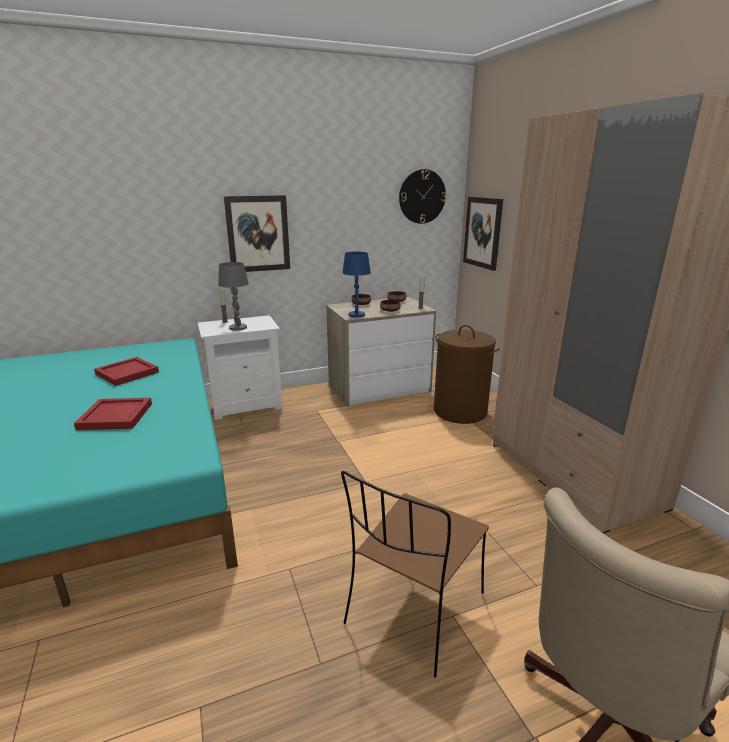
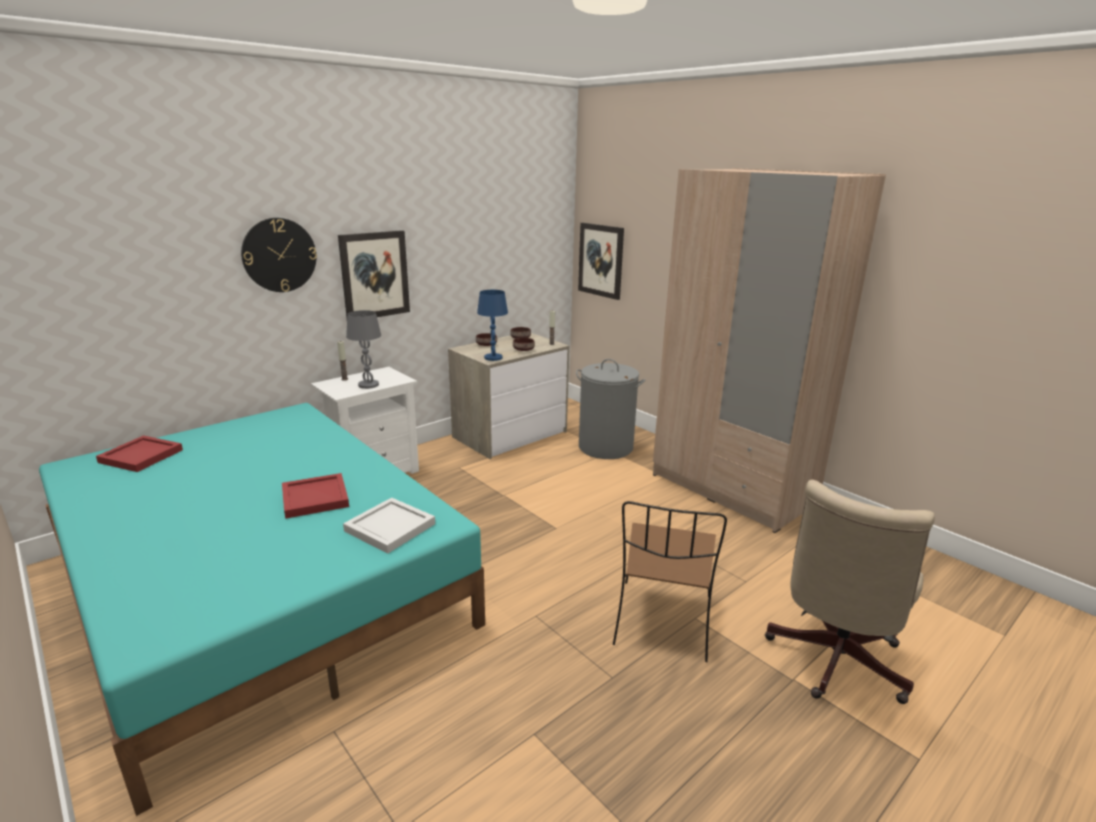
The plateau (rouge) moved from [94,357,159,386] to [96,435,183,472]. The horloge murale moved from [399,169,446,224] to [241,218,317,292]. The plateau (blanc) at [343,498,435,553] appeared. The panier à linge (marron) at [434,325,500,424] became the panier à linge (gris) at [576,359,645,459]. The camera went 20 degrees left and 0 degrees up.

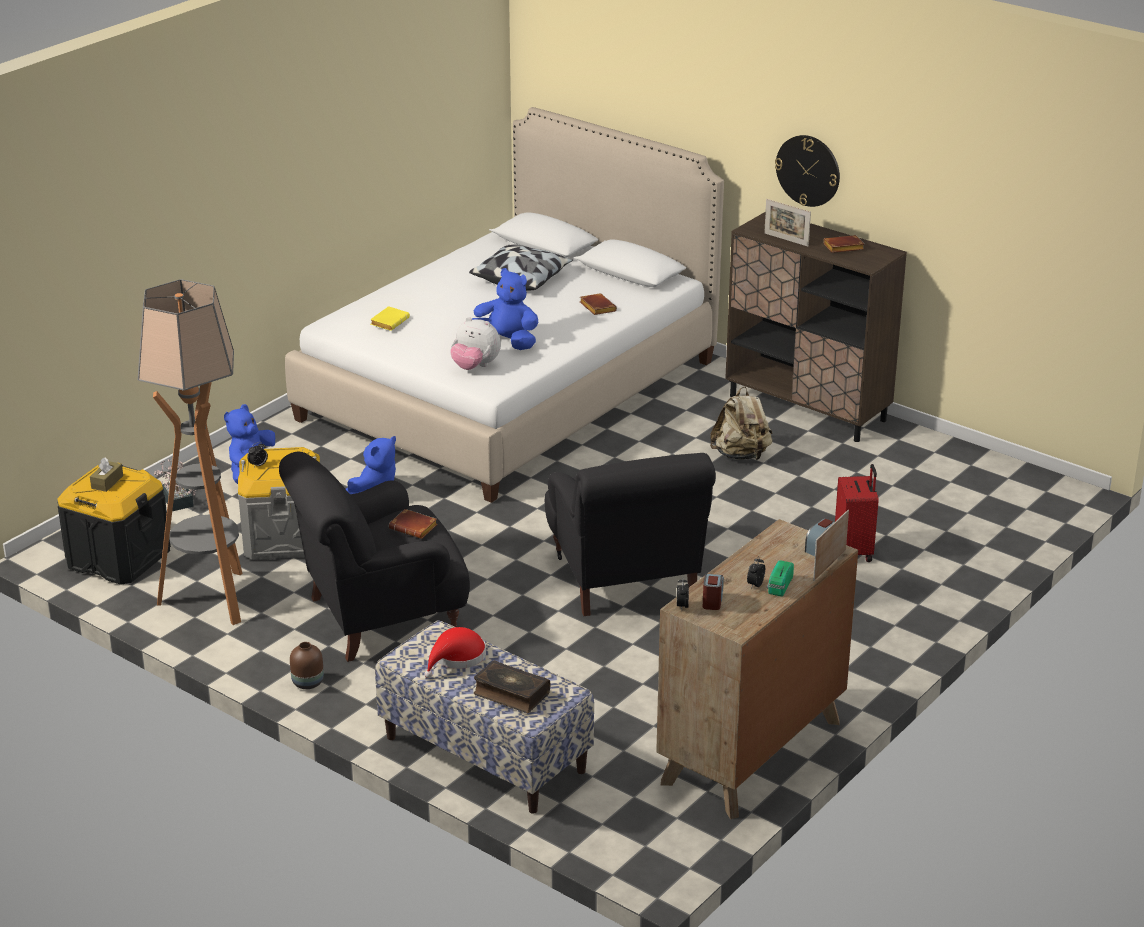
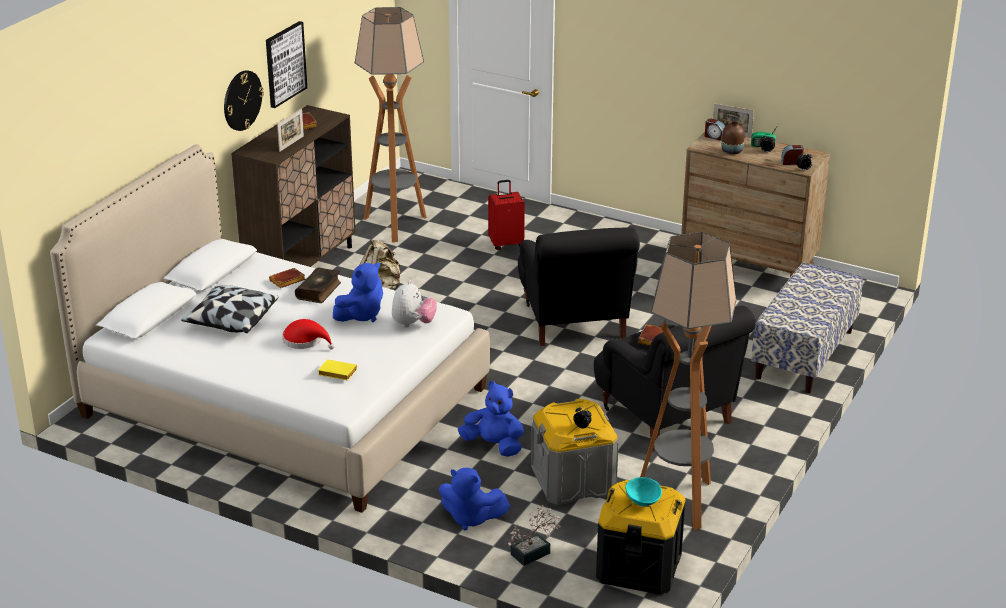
The tableau at [266,21,307,108] appeared. The chapeau (rouge) moved from [424,627,486,678] to [282,319,334,349]. The livre moved from [473,660,551,713] to [295,267,341,303]. The peluche (bleu) at [472,268,538,350] turned 150 degrees counterclockwise. The lampadaire at [355,7,427,242] appeared. The fauteuil (noir) at [545,453,716,616] turned 105 degrees clockwise. The boîte à mouchoirs (marron) at [90,457,123,492] was replaced by the bol (turquoise) at [625,477,662,506]. The vase (marron) moved from [290,642,324,689] to [721,121,745,155]. The camera went 100 degrees left and 0 degrees up.

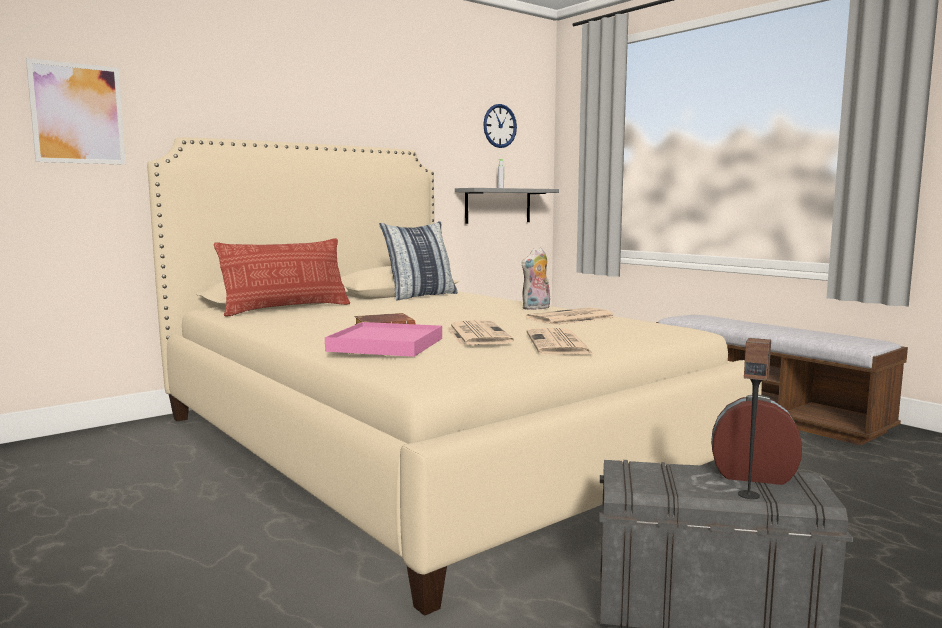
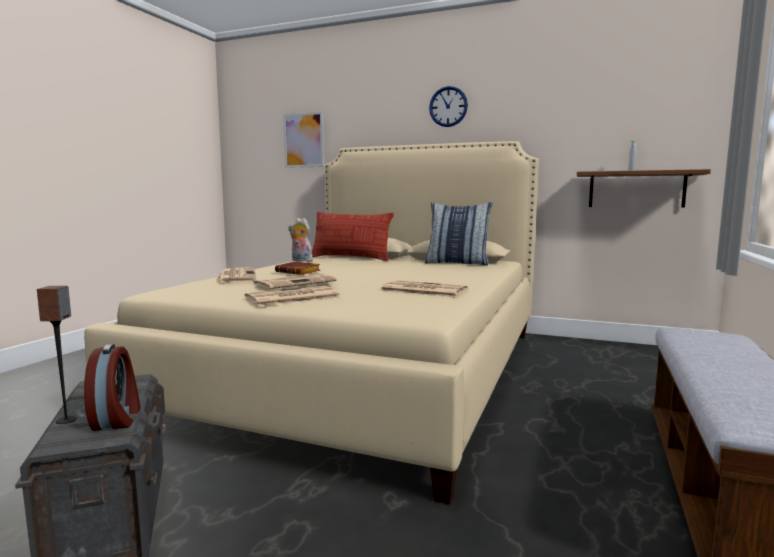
The plateau (rose) at [325,322,442,357] was replaced by the journal at [216,268,256,283]. The peluche moved from [521,247,550,310] to [288,218,313,262]. The horloge murale moved from [483,104,517,148] to [429,86,468,127]. The étagère (gris) at [455,188,559,224] became the étagère (marron) at [577,169,711,208]. The camera went 60 degrees right and 0 degrees up.

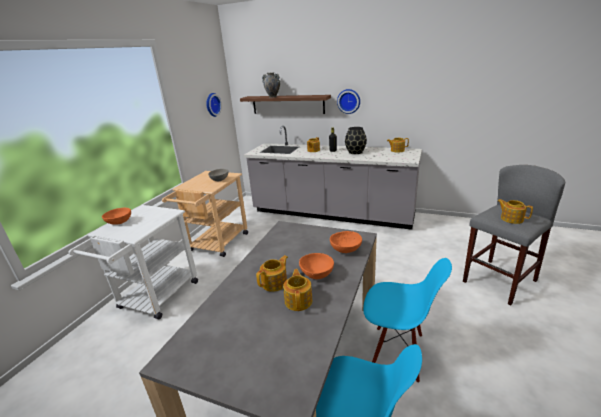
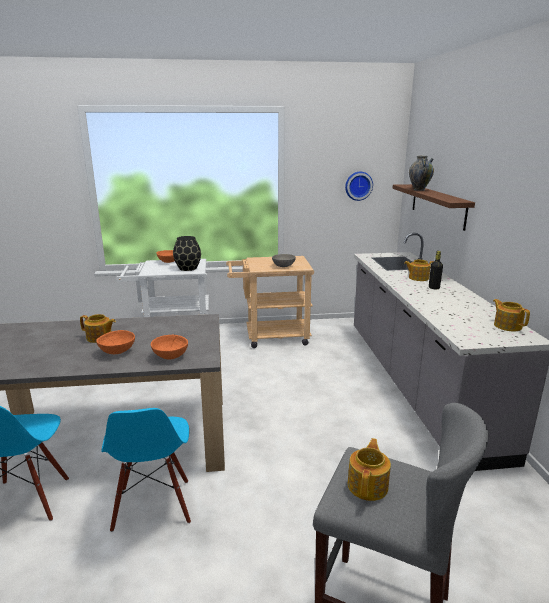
The vase (noir) moved from [345,127,367,154] to [173,236,201,271]. The théière at [283,269,312,311] disappeared. The horloge murale at [337,89,360,114] disappeared. The camera went 60 degrees right and 5 degrees down.

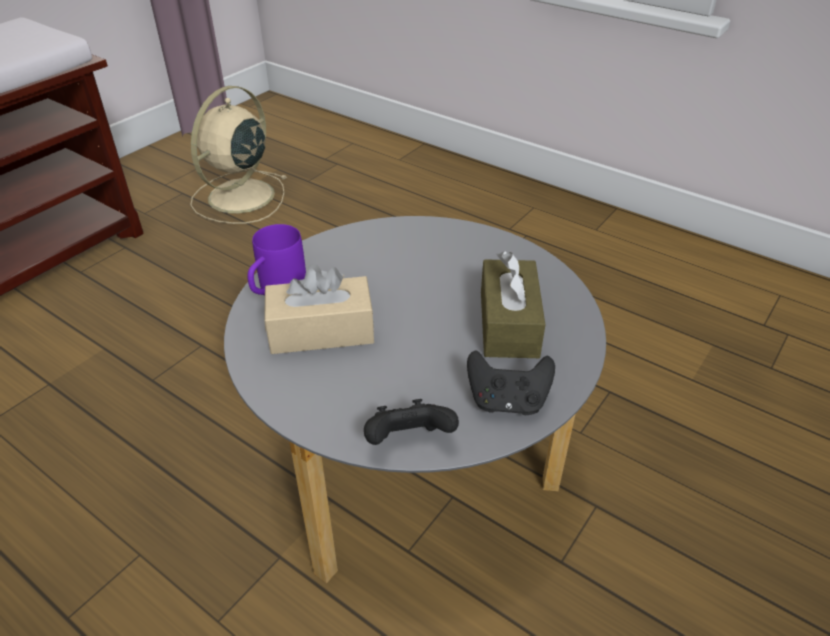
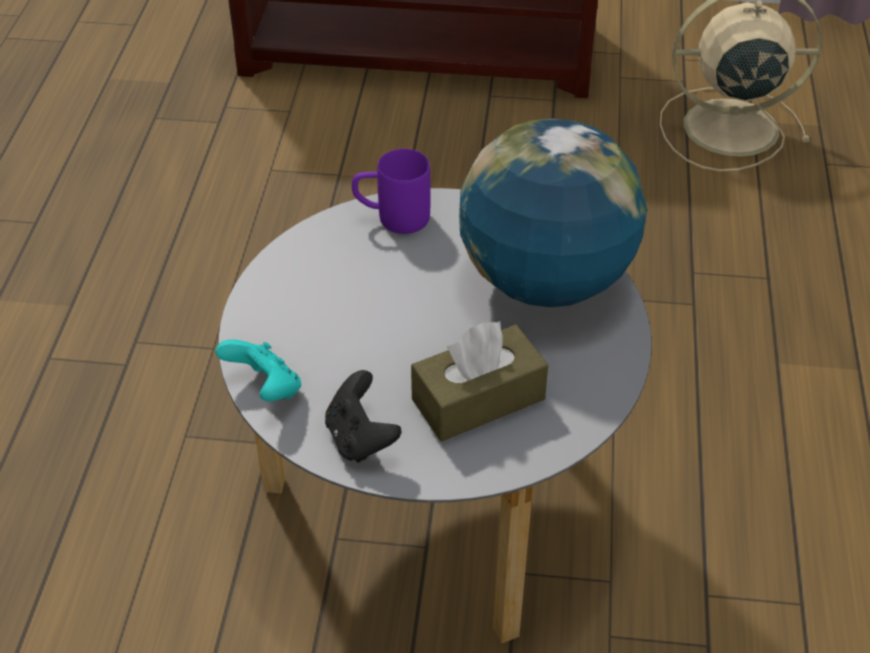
The manette (noir) at [364,399,459,445] became the manette (turquoise) at [215,340,301,401]. The globe at [459,119,647,307] appeared. The boîte à mouchoirs (beige) at [264,264,374,354] disappeared. The camera went 60 degrees right and 5 degrees up.

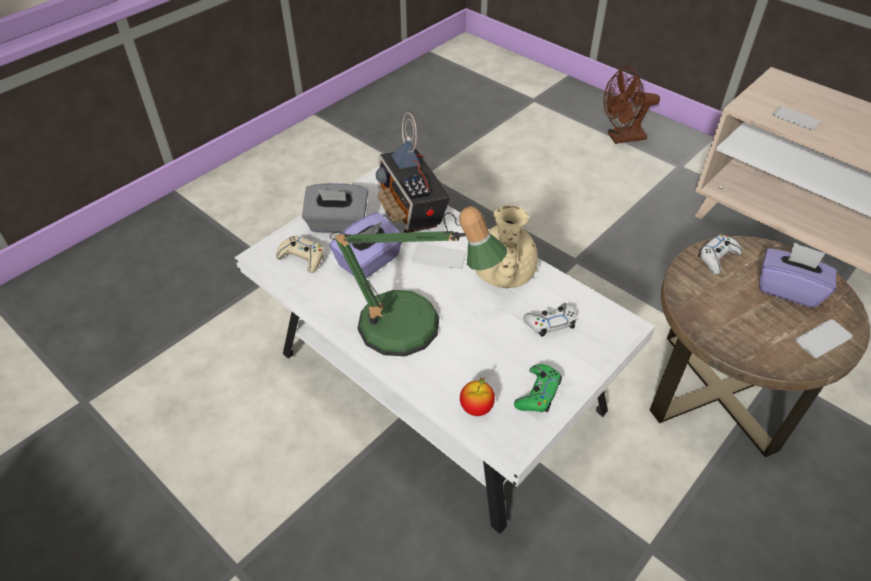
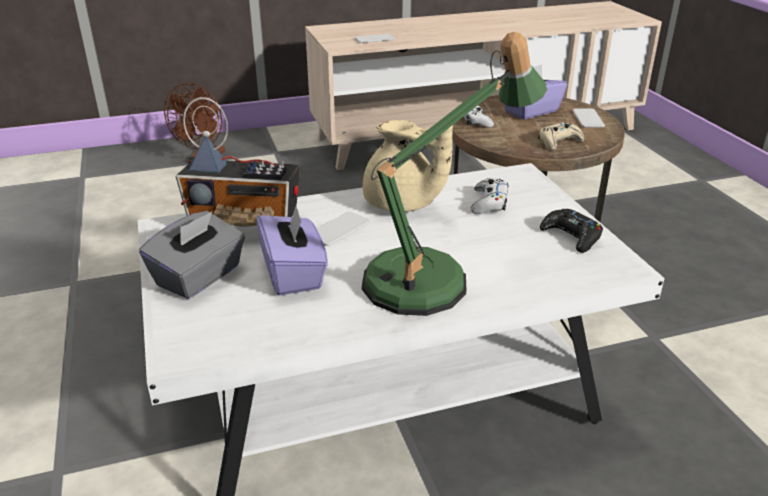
The manette (beige) moved from [276,236,324,273] to [538,122,584,151]. The manette (vert) at [514,364,562,412] became the manette (noir) at [540,209,603,253]. The pomme at [460,378,495,416] disappeared. The camera went 60 degrees left and 15 degrees down.

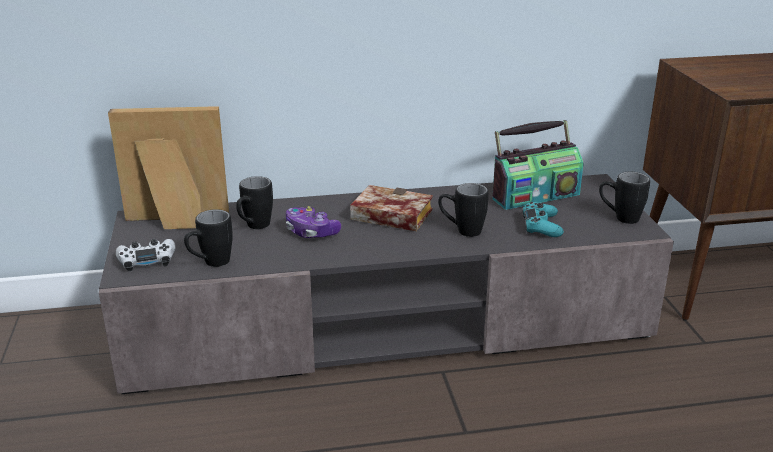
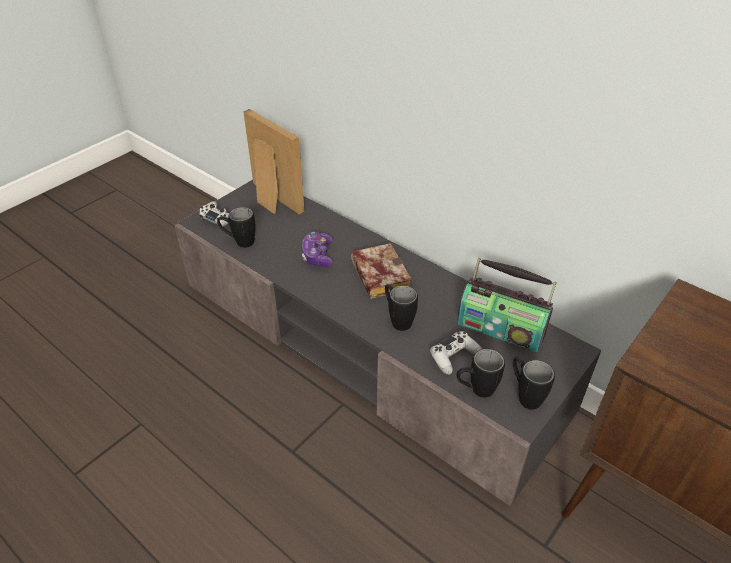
The manette (turquoise) at [522,202,564,237] became the manette (blanc) at [430,331,482,375]. The mug (noir) moved from [236,176,273,229] to [457,349,505,398]. The camera went 50 degrees right and 15 degrees up.

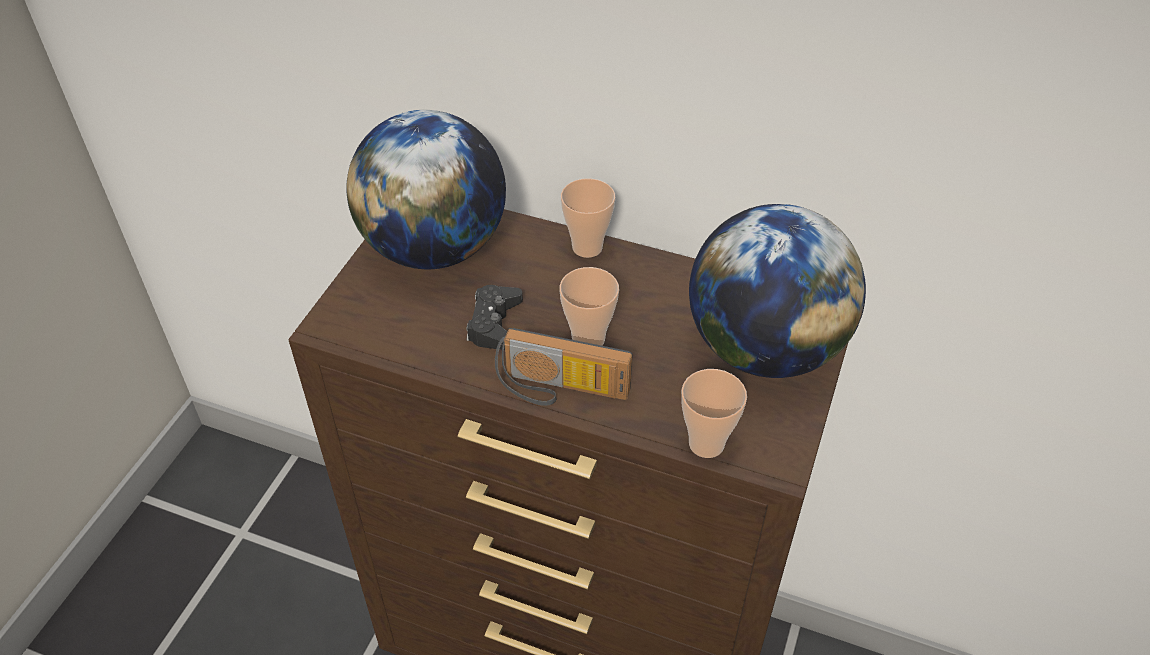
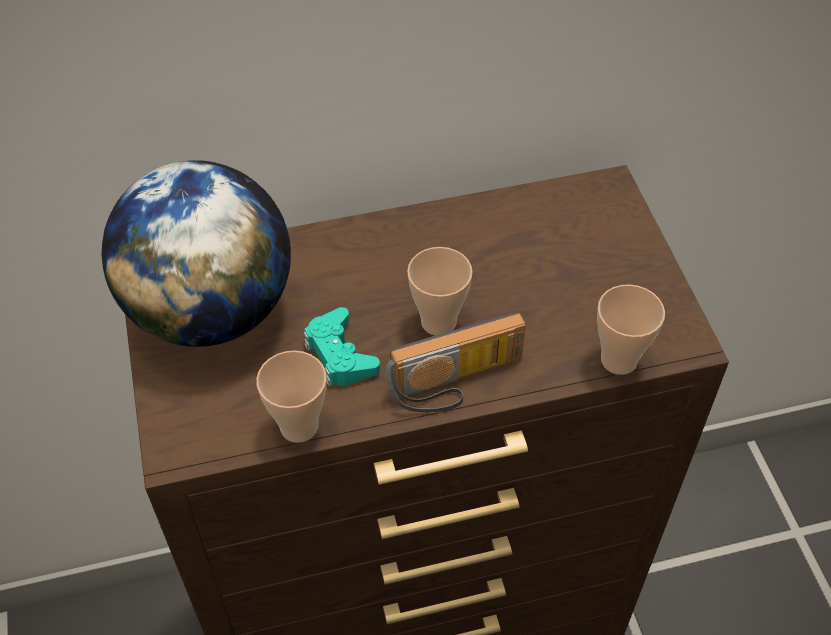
The tasse moved from [561,178,615,258] to [256,350,327,443]. The manette (noir) at [466,285,523,350] became the manette (turquoise) at [304,307,380,386]. The globe at [689,204,866,378] disappeared. The camera went 35 degrees left and 5 degrees up.

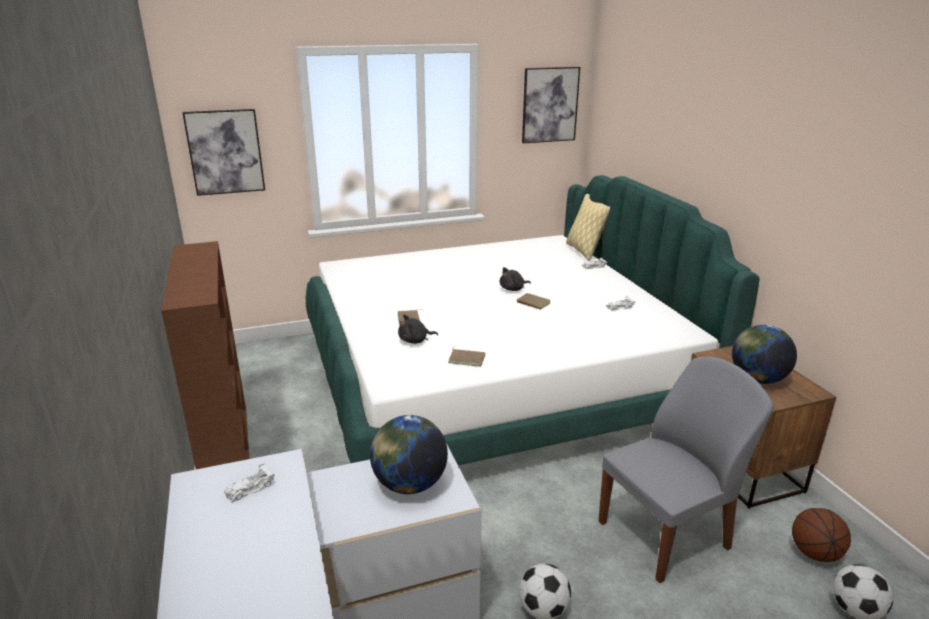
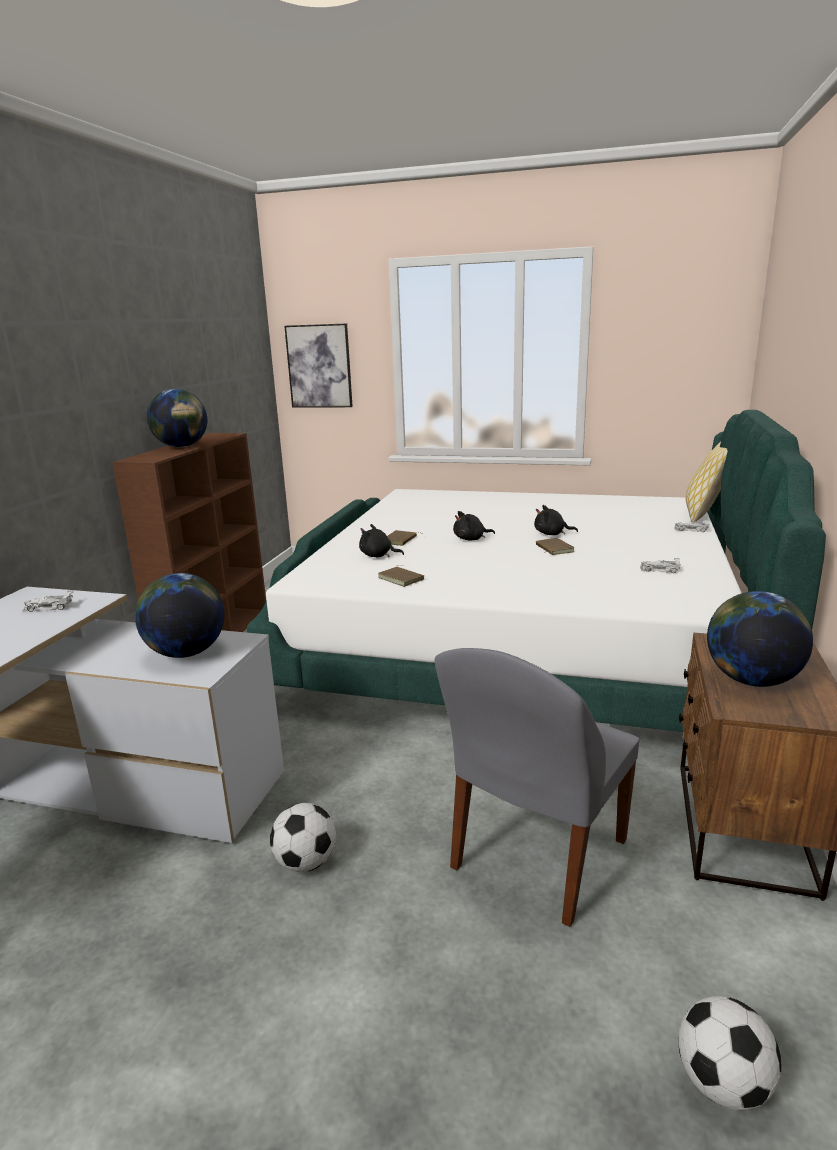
The globe at [147,389,207,447] appeared. The chaise (gris) at [599,357,774,583] turned 120 degrees clockwise. The peluche (noir) at [453,511,495,540] appeared. The tableau at [522,67,580,143] disappeared. The ballon de basket at [792,508,851,562] disappeared. The camera went 35 degrees right and 5 degrees down.

